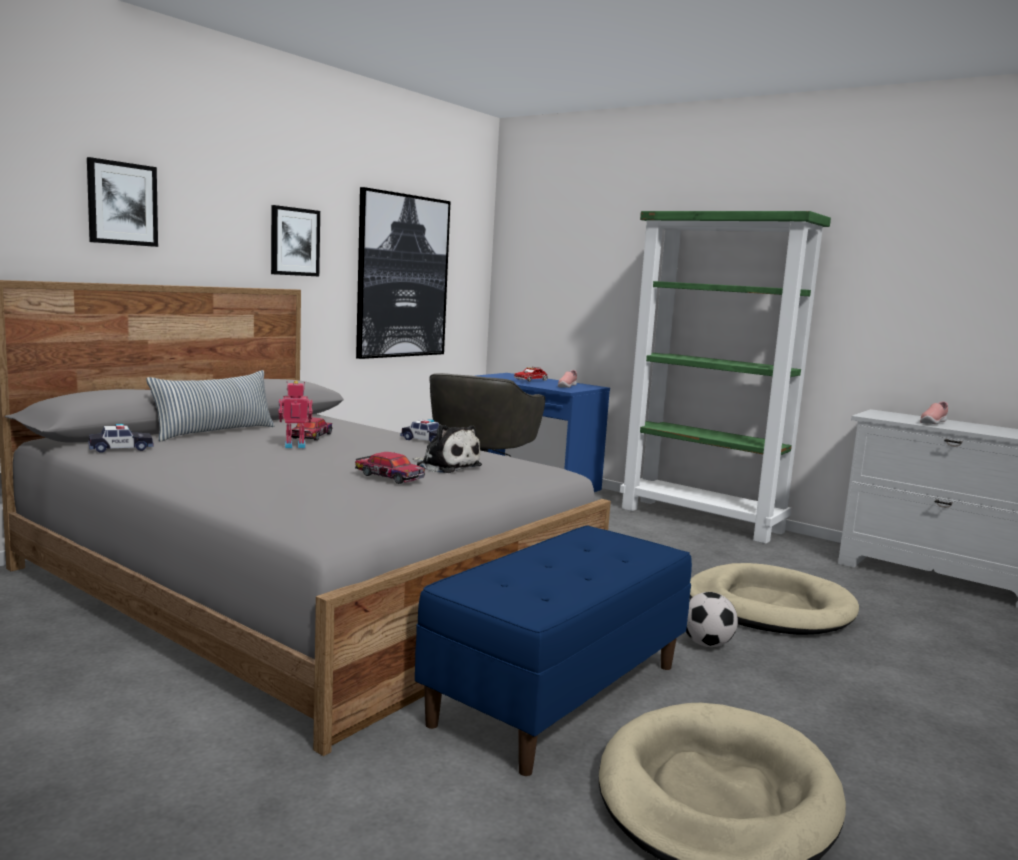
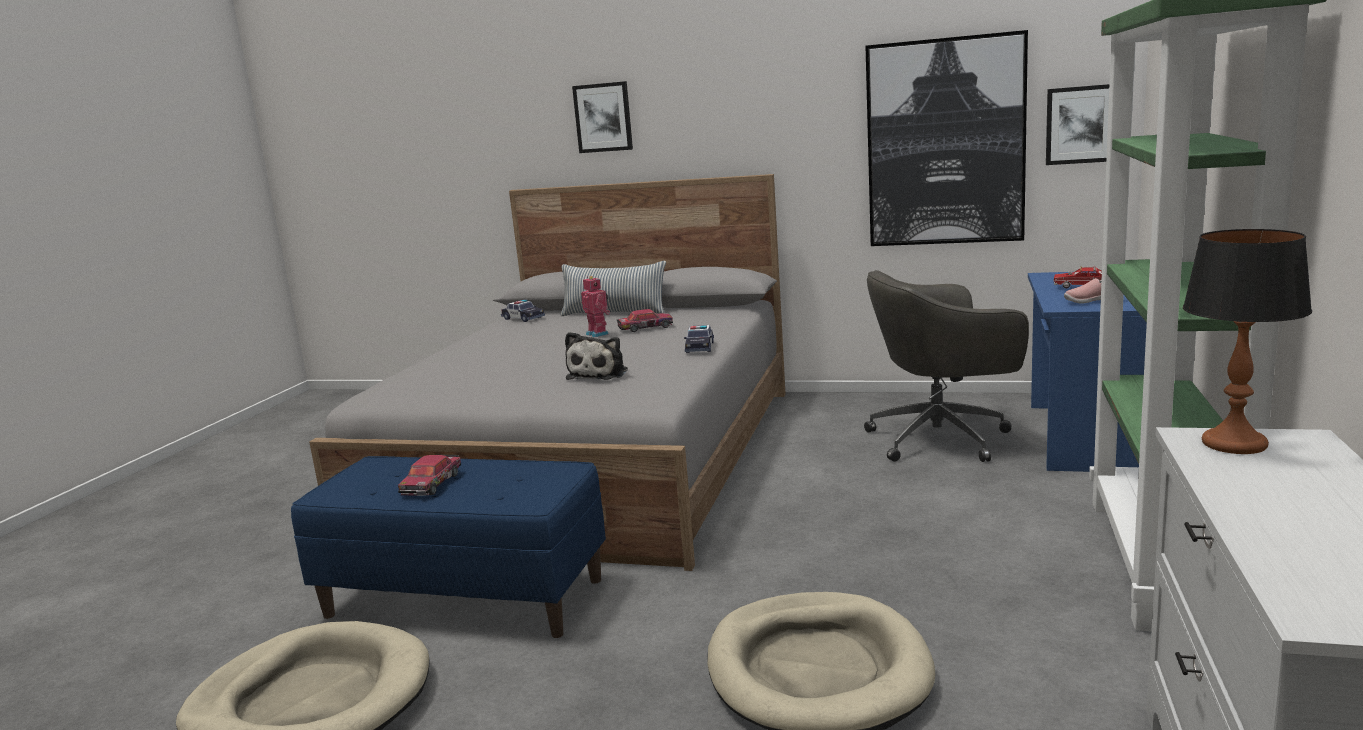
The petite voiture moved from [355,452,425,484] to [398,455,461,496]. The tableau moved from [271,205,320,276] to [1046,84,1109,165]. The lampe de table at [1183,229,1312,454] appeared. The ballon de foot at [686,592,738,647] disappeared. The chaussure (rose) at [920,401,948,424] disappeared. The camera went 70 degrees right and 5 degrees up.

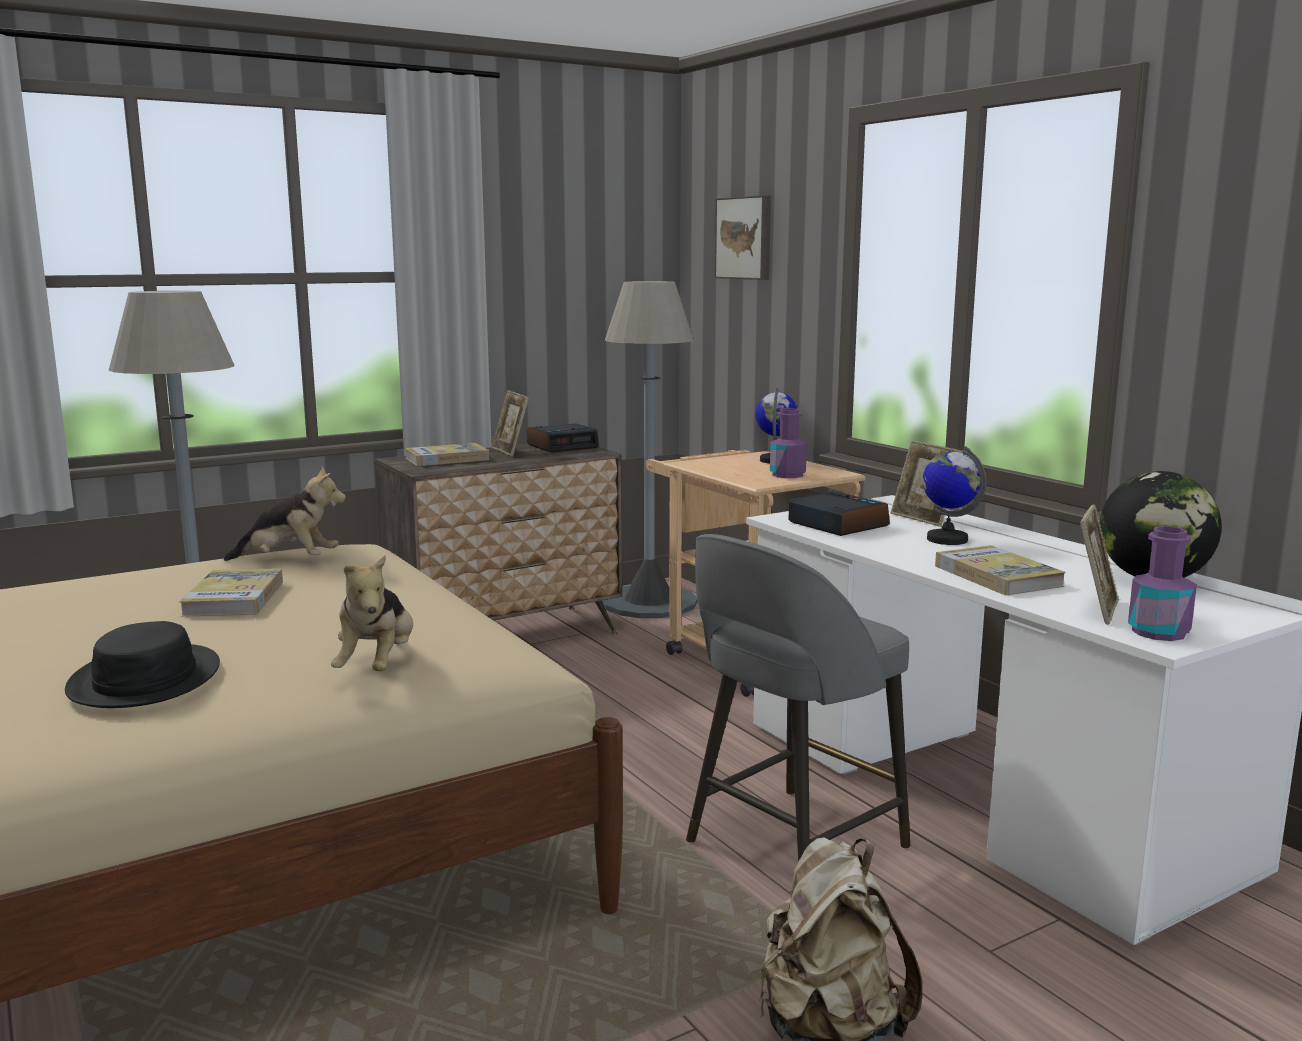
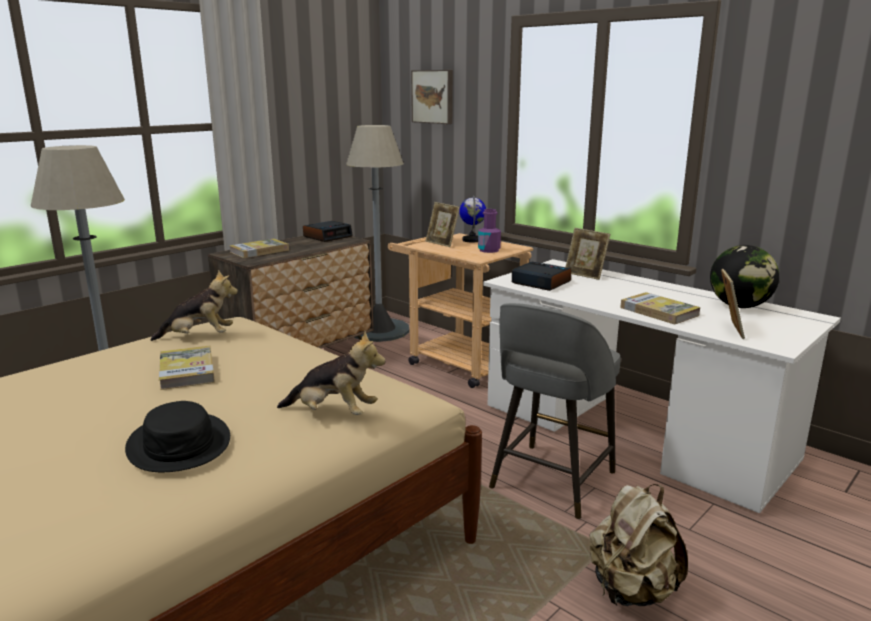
The peluche at [331,555,413,671] turned 60 degrees counterclockwise. The cadre photo moved from [492,390,529,457] to [425,202,460,247]. The globe at [922,446,987,545] disappeared. The bouteille (violet) at [1128,526,1197,641] disappeared. The camera went 15 degrees left and 5 degrees up.

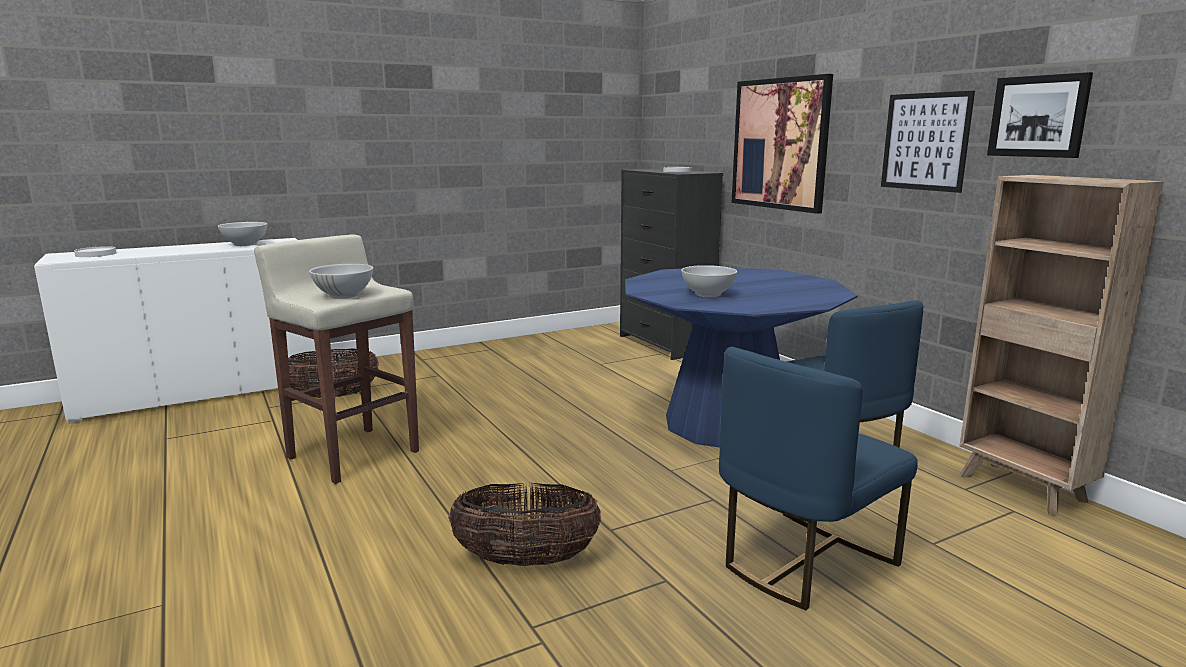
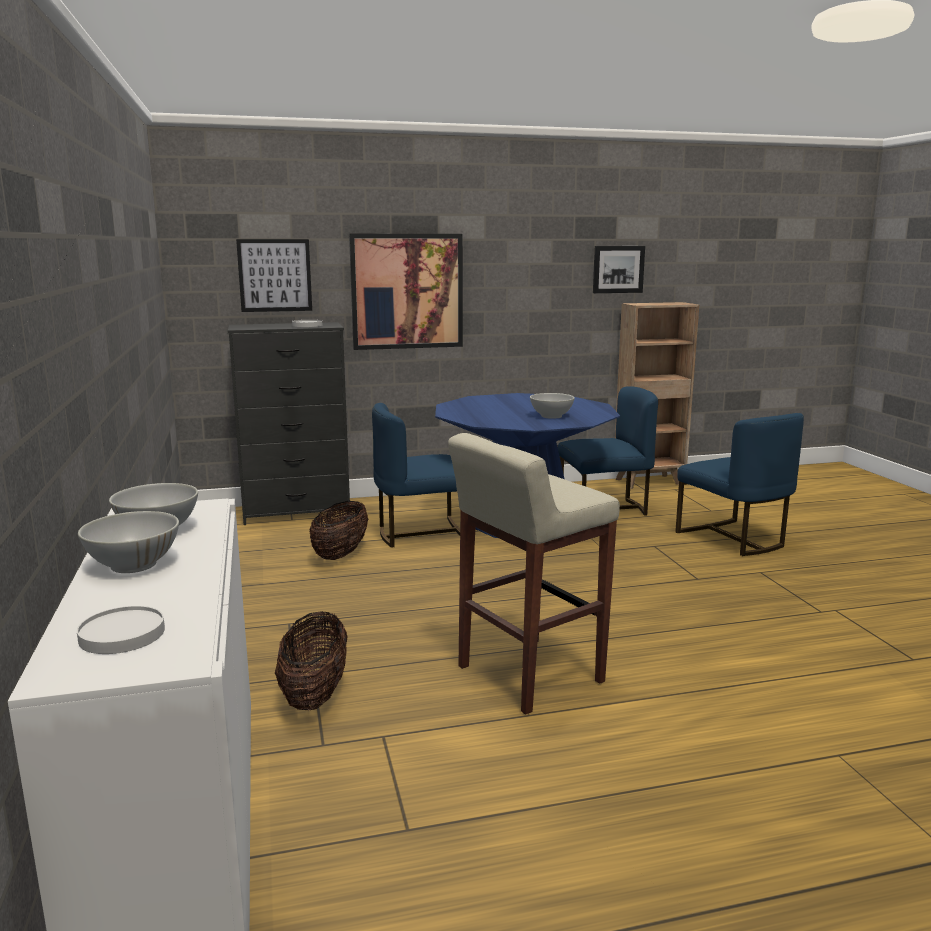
The bol (blanc) moved from [309,264,373,299] to [78,511,179,573]. The tableau moved from [881,91,975,193] to [236,239,312,312]. The panier moved from [448,483,601,566] to [309,501,368,560]. The chaise (bleu) at [372,403,460,548] appeared. The camera went 75 degrees left and 0 degrees up.

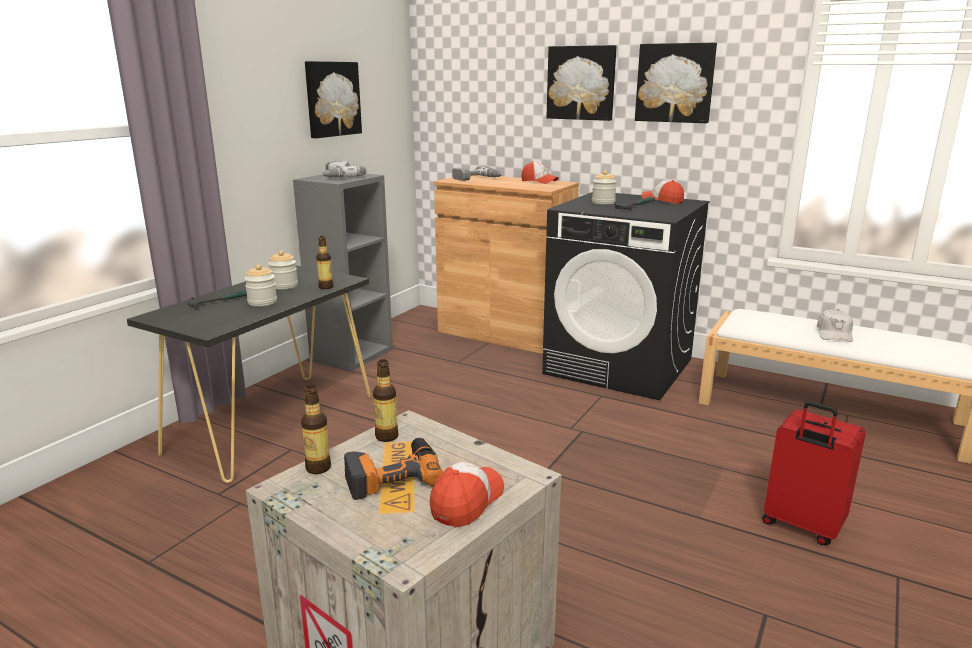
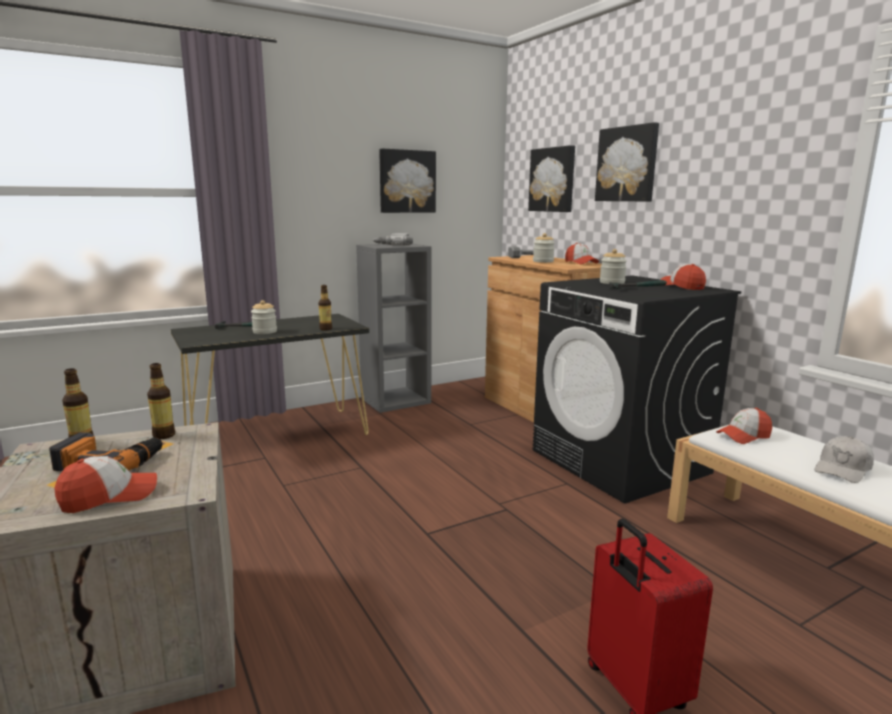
The tableau moved from [635,43,717,123] to [528,145,575,212]. The bocal moved from [268,250,298,289] to [533,233,555,263]. The casquette at [716,408,772,444] appeared. The camera went 30 degrees right and 5 degrees down.

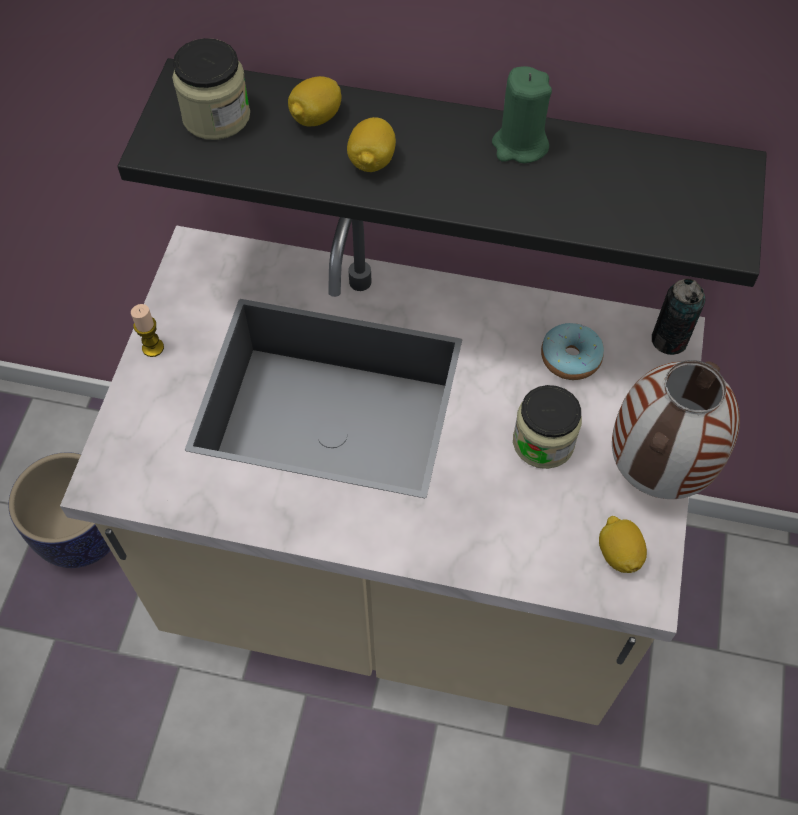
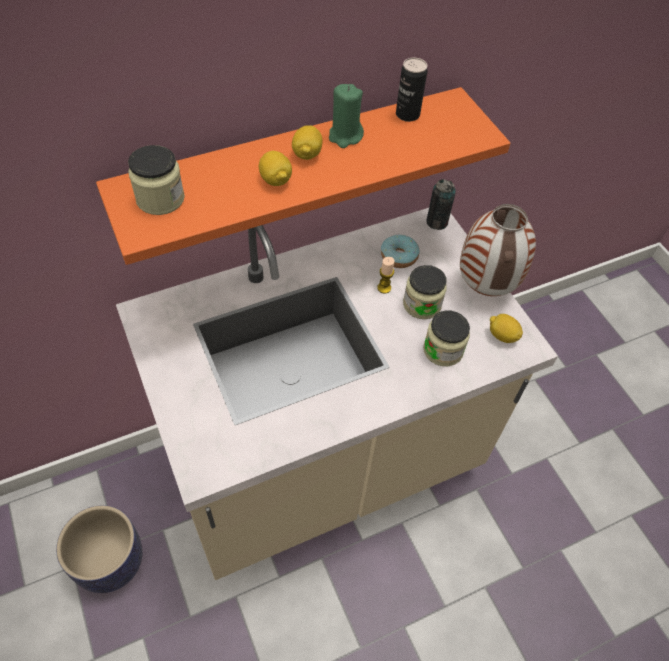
The étagère (noir) at [117,58,767,287] became the étagère (orange) at [96,87,511,265]. The citron moved from [288,76,342,126] to [292,125,323,160]. The bougie moved from [131,304,164,357] to [377,257,395,294]. The boîte métallique at [396,58,428,122] appeared. The bocal at [423,310,470,366] appeared. The camera went 40 degrees left and 5 degrees down.

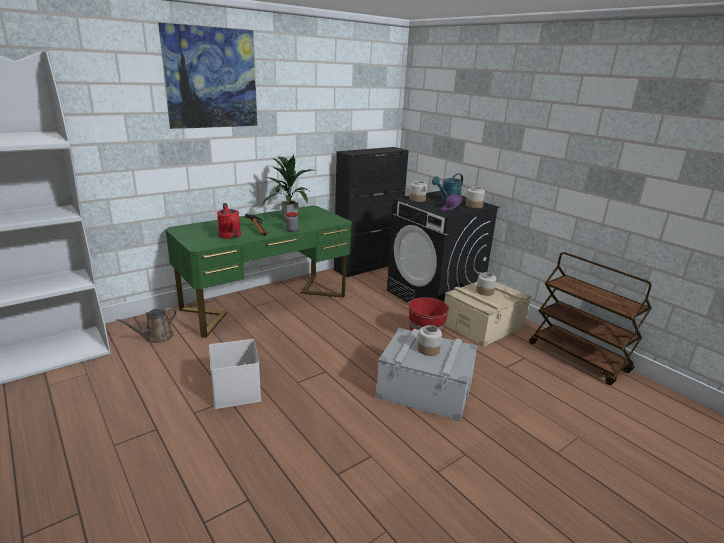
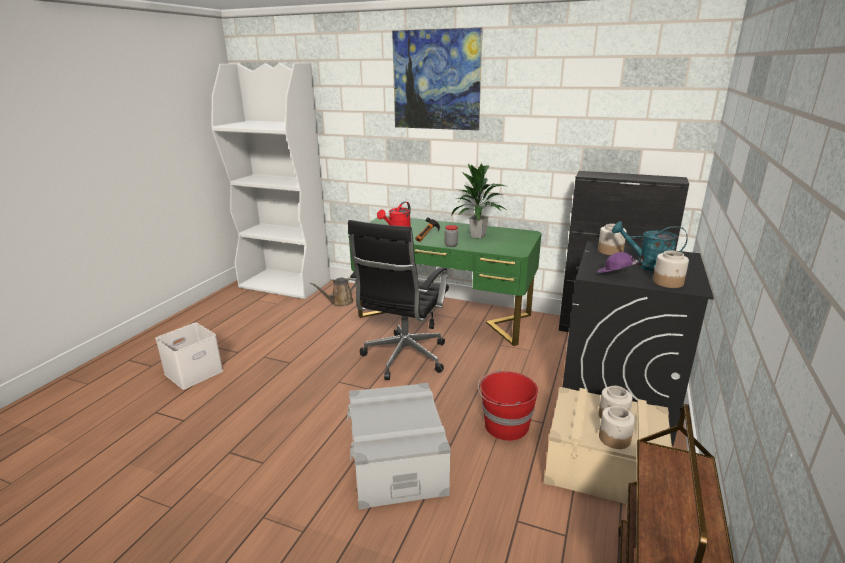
The boîte de rangement (blanc) moved from [209,339,261,409] to [155,323,223,390]. The arrosoir (marron) at [116,308,176,343] turned 45 degrees counterclockwise. The chaise de bureau (noir) at [348,220,449,380] appeared. The bocal moved from [417,325,442,356] to [599,406,635,449]. The camera went 60 degrees right and 0 degrees up.

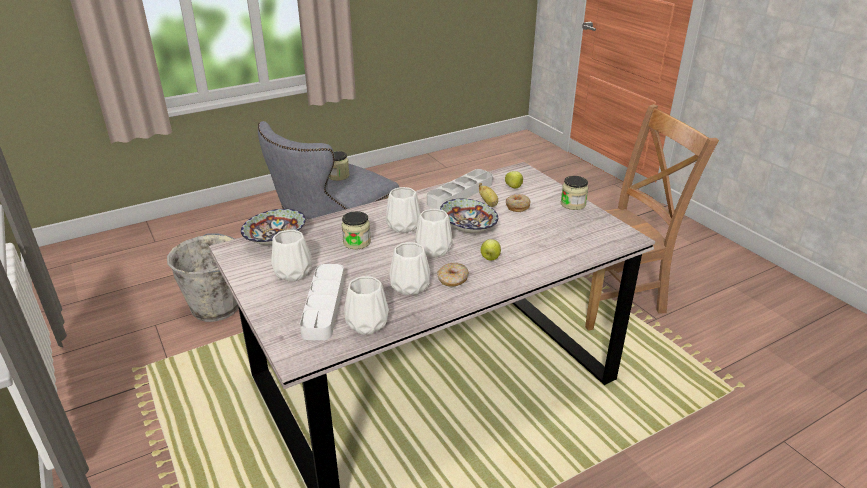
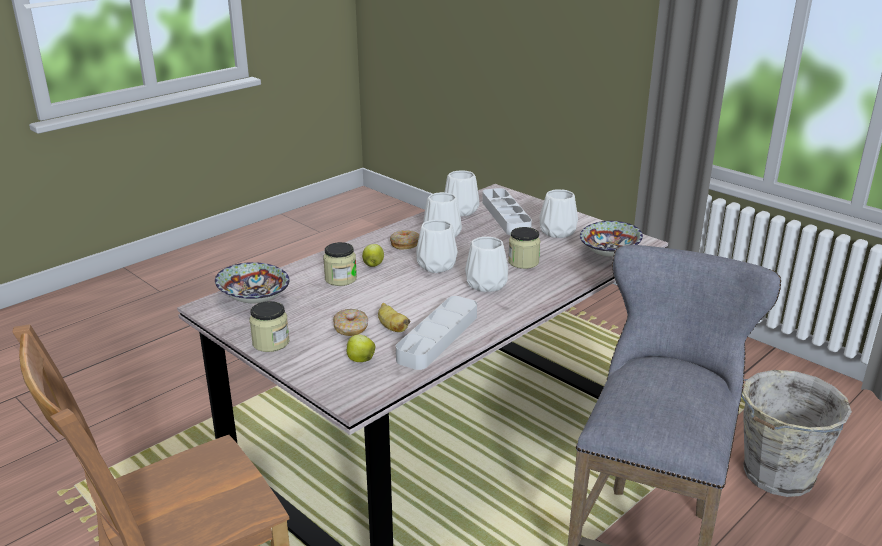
The bol moved from [440,199,498,233] to [215,262,290,303]. The bocal moved from [329,151,349,181] to [323,242,357,286]. The camera went 165 degrees right and 5 degrees down.

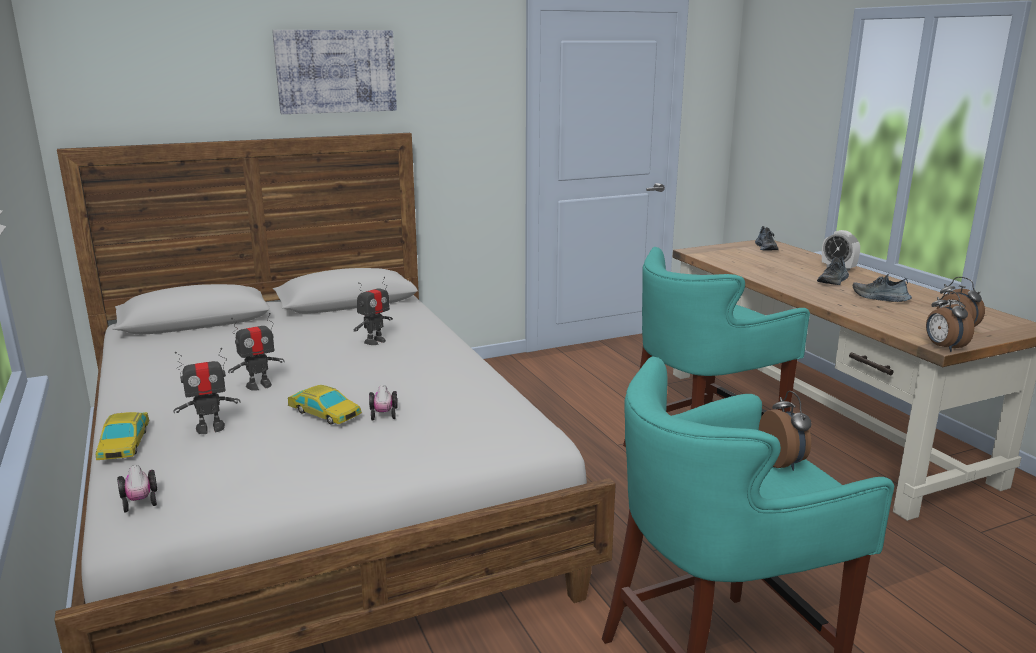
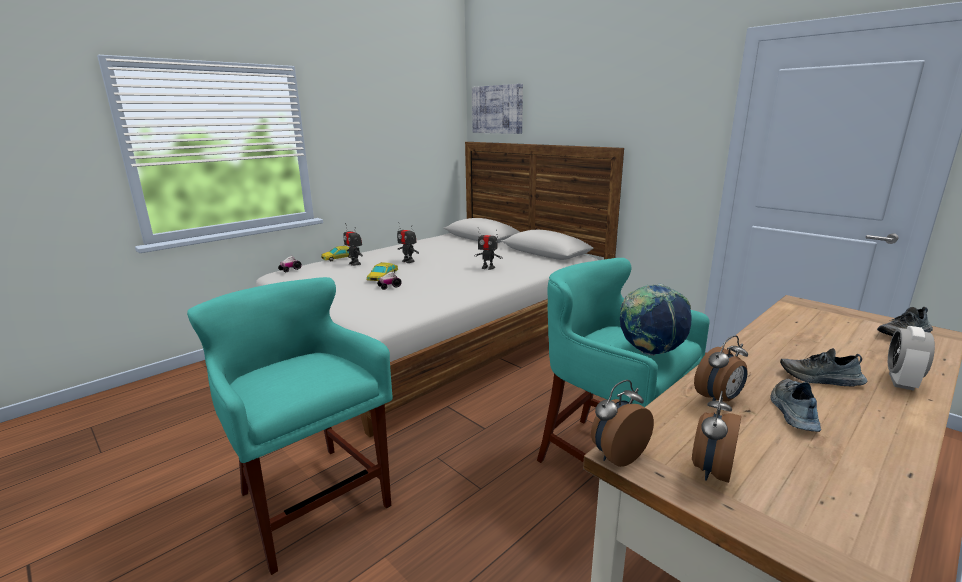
The tableau moved from [272,30,397,114] to [472,84,523,134]. The globe at [620,284,692,356] appeared. The réveil moved from [759,391,812,471] to [694,335,748,401]. The camera went 70 degrees right and 0 degrees up.

